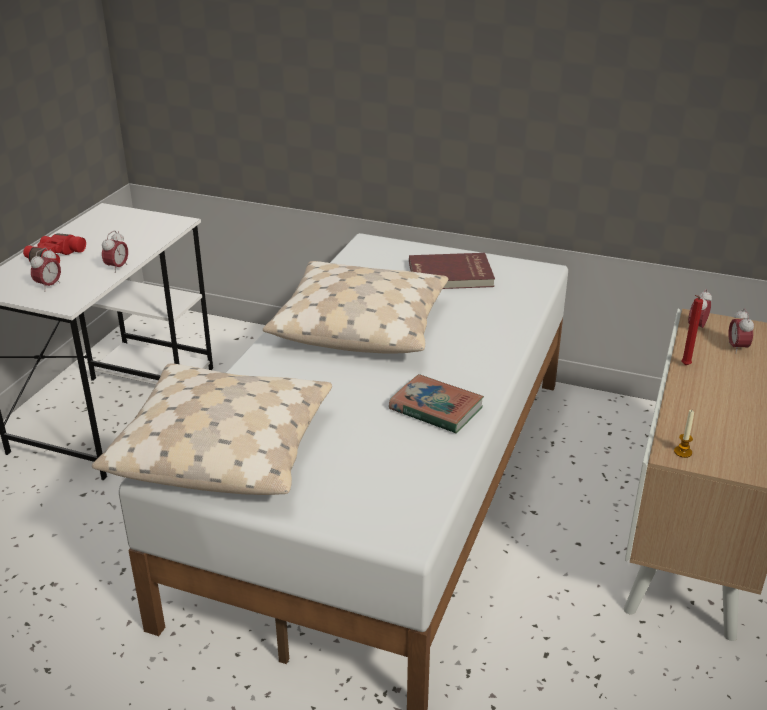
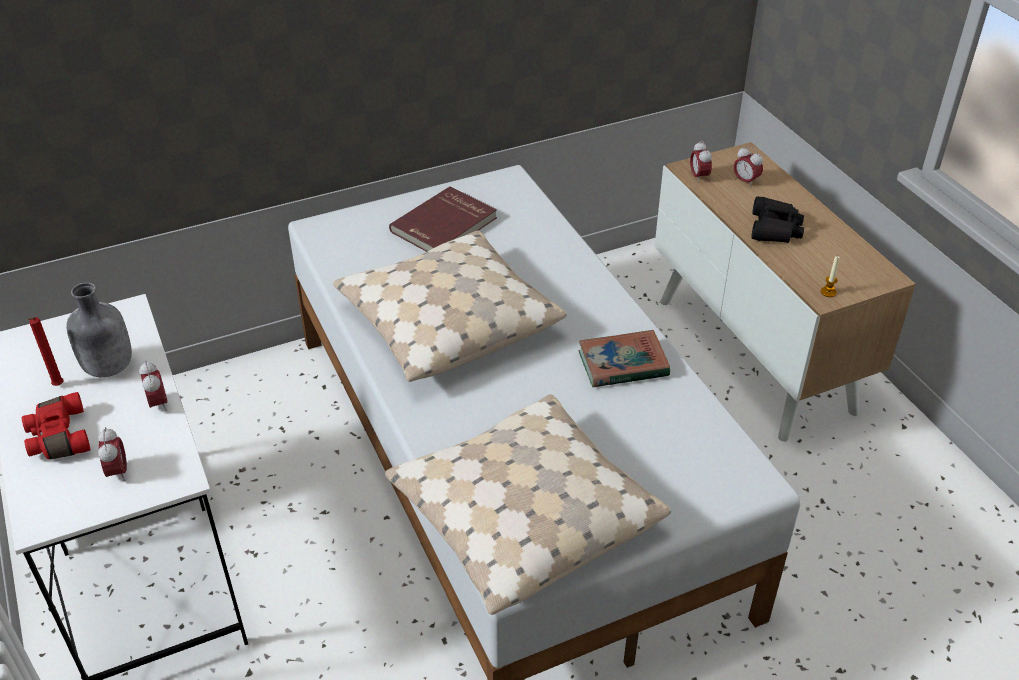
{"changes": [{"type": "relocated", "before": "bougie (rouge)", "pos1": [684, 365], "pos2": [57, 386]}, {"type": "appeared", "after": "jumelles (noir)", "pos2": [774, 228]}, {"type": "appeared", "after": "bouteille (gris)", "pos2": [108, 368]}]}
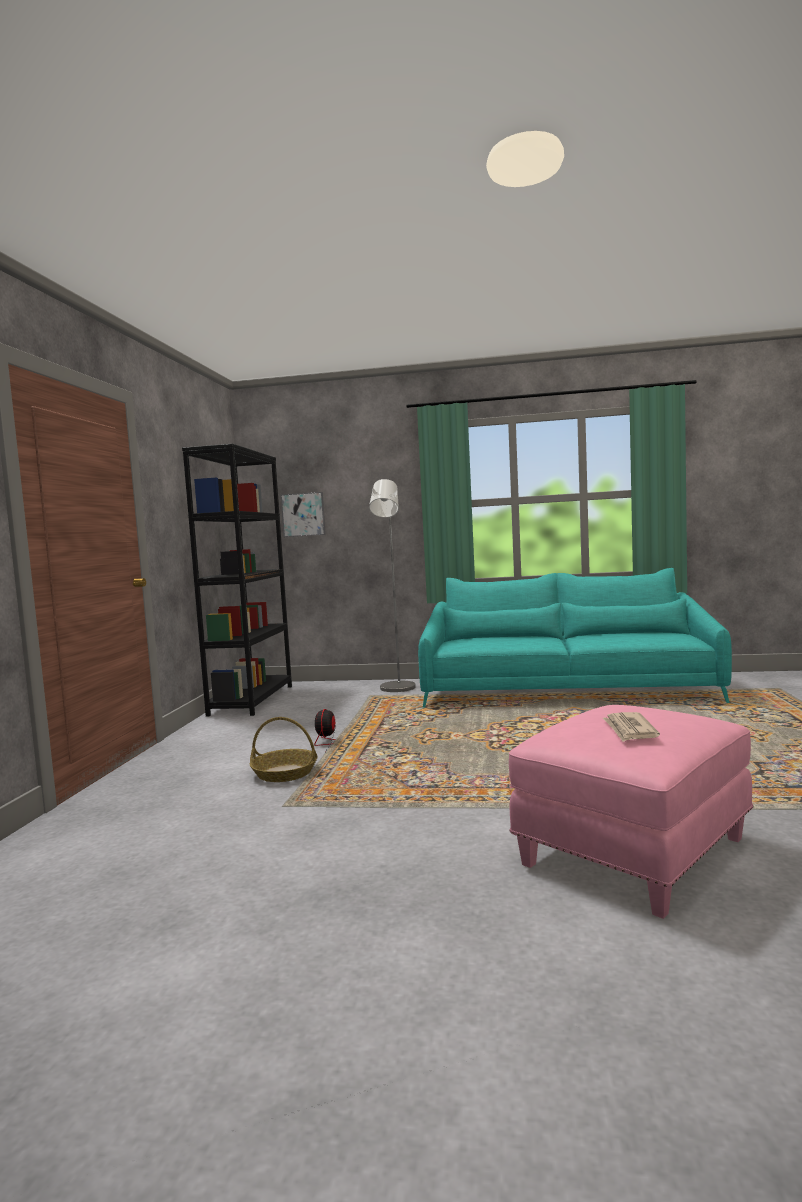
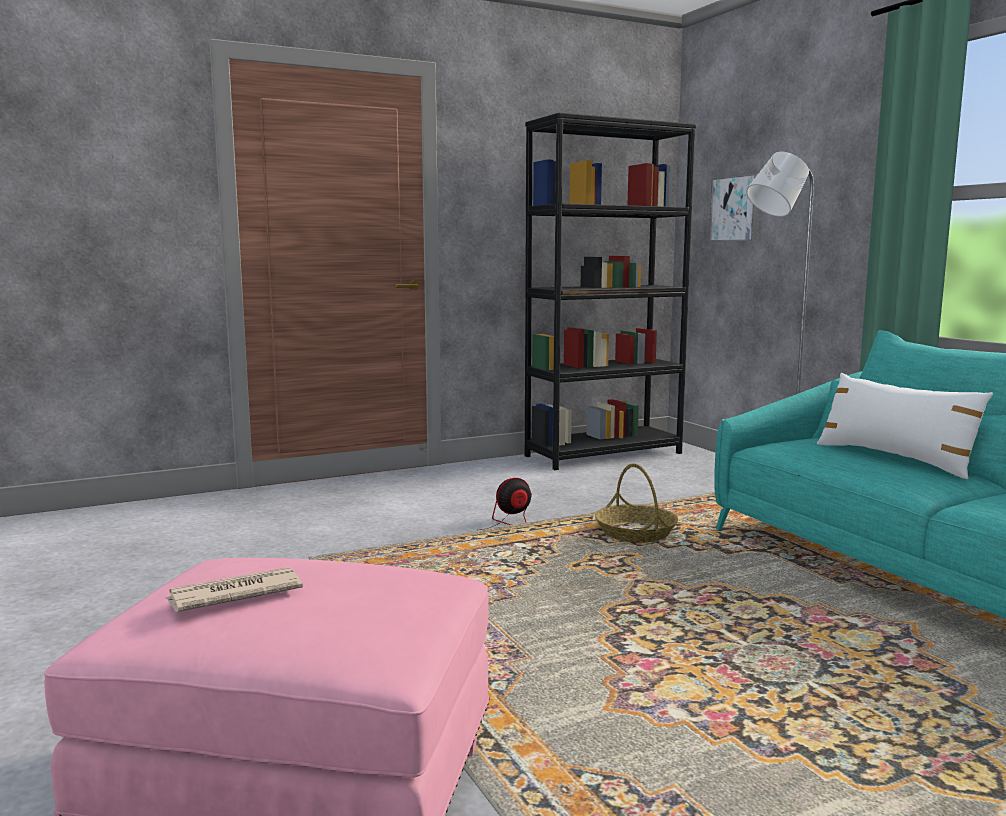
{"changes": [{"type": "relocated", "before": "panier", "pos1": [285, 773], "pos2": [636, 533]}, {"type": "appeared", "after": "coussin (blanc)", "pos2": [894, 459]}]}
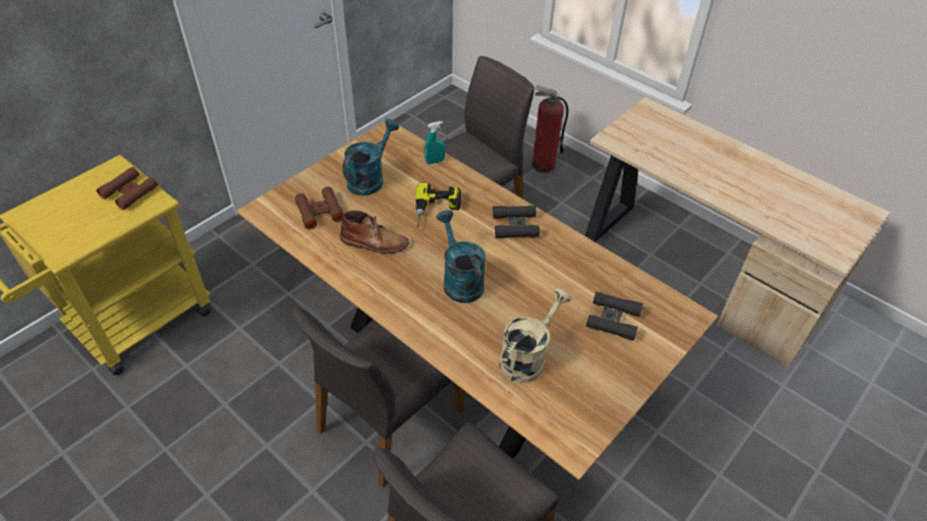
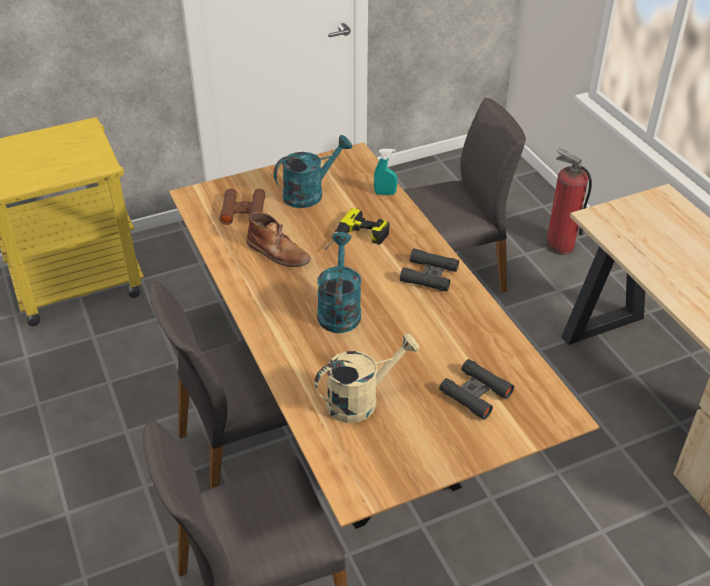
{"changes": [{"type": "missing", "before": "jumelles (marron)", "pos1": [129, 192]}]}
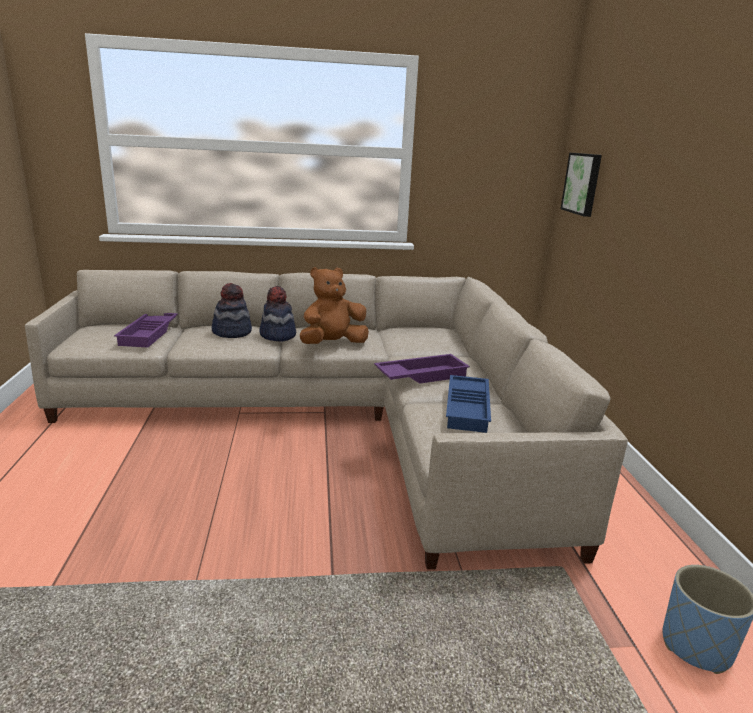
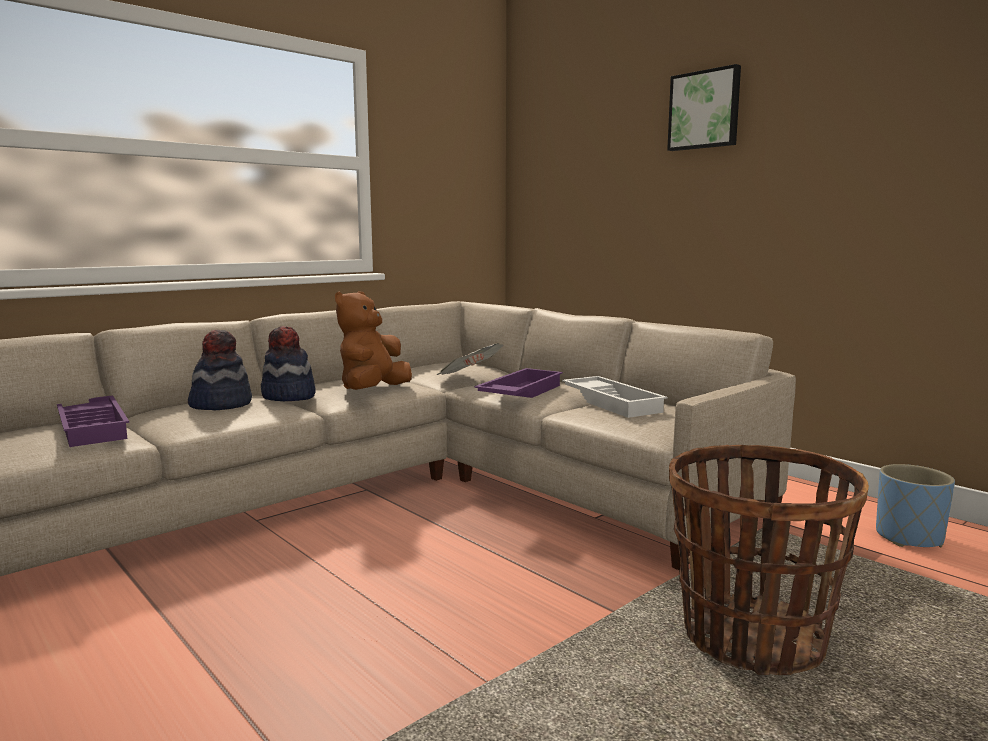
{"changes": [{"type": "relocated", "before": "tableau", "pos1": [583, 183], "pos2": [705, 110]}, {"type": "colour", "before": "plateau (bleu)", "after": "plateau (blanc)", "pos1": [469, 409], "pos2": [613, 403]}, {"type": "appeared", "after": "journal", "pos2": [469, 378]}, {"type": "appeared", "after": "panier", "pos2": [751, 638]}]}
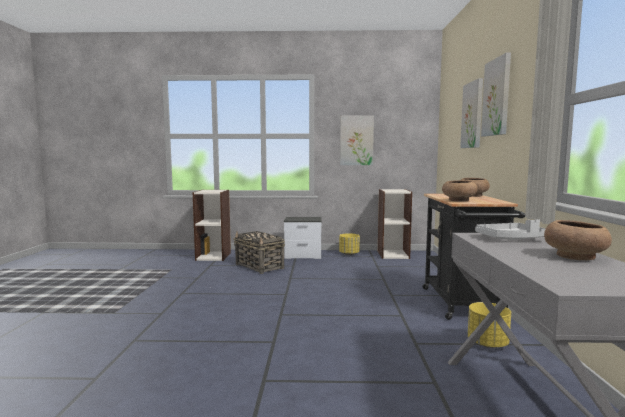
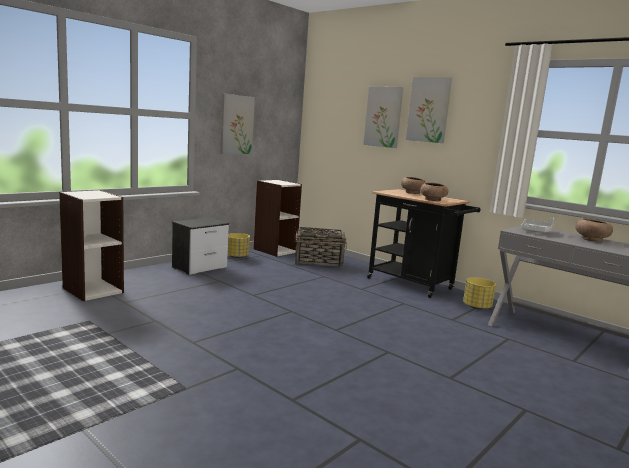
{"changes": [{"type": "relocated", "before": "panier", "pos1": [259, 266], "pos2": [319, 262]}]}
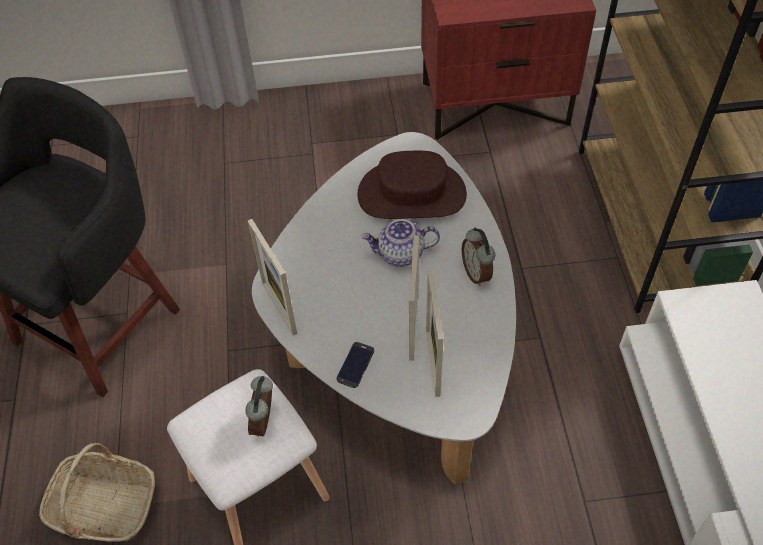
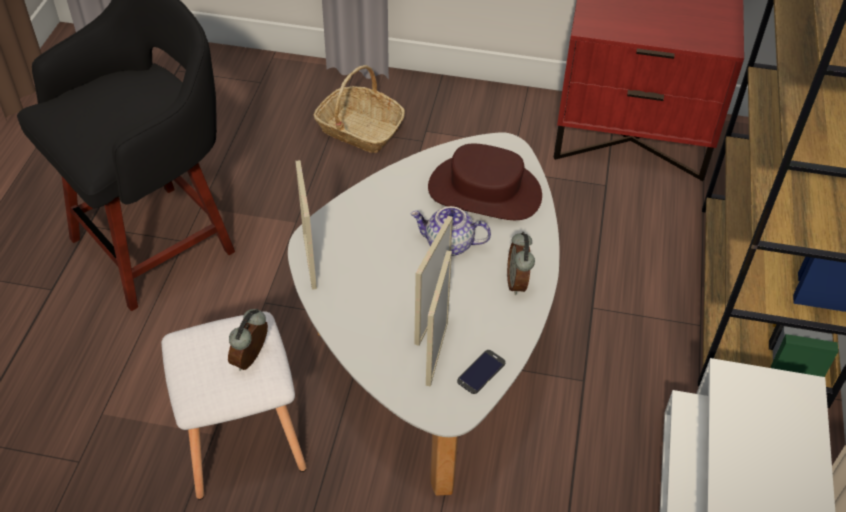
{"changes": [{"type": "relocated", "before": "téléphone", "pos1": [355, 365], "pos2": [481, 372]}, {"type": "relocated", "before": "panier", "pos1": [104, 506], "pos2": [359, 129]}]}
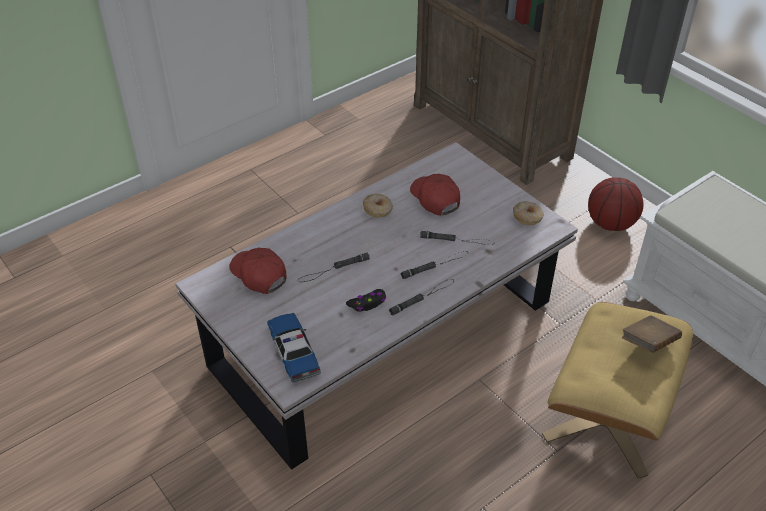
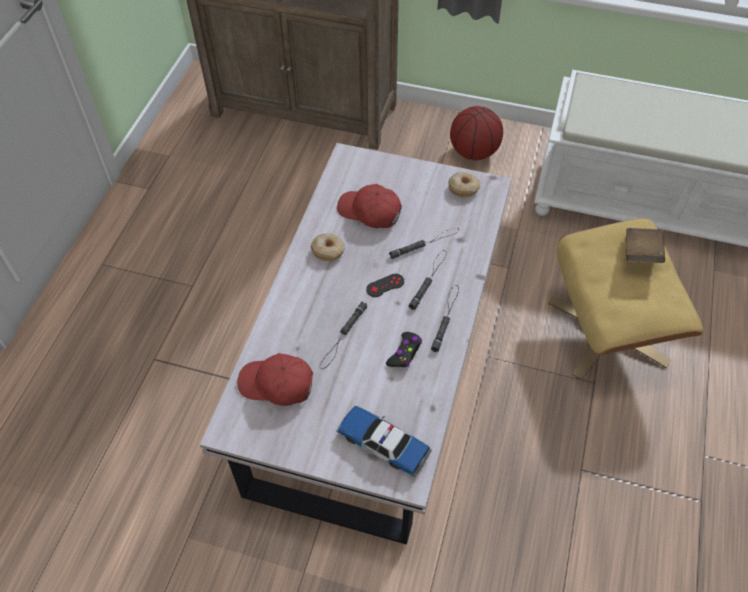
{"changes": [{"type": "appeared", "after": "manette (noir)", "pos2": [385, 285]}]}
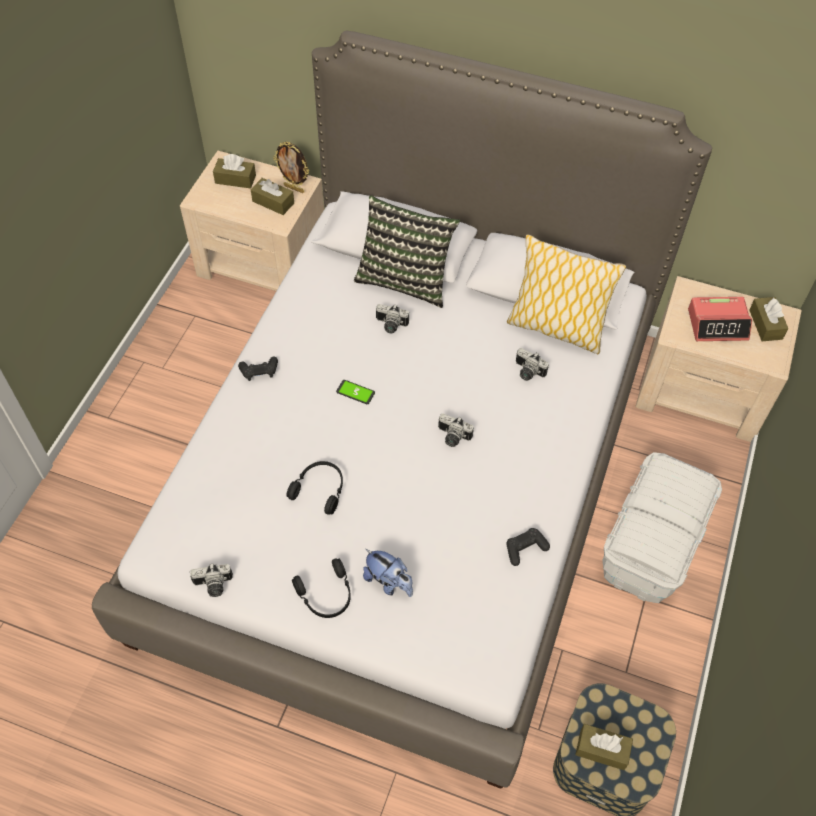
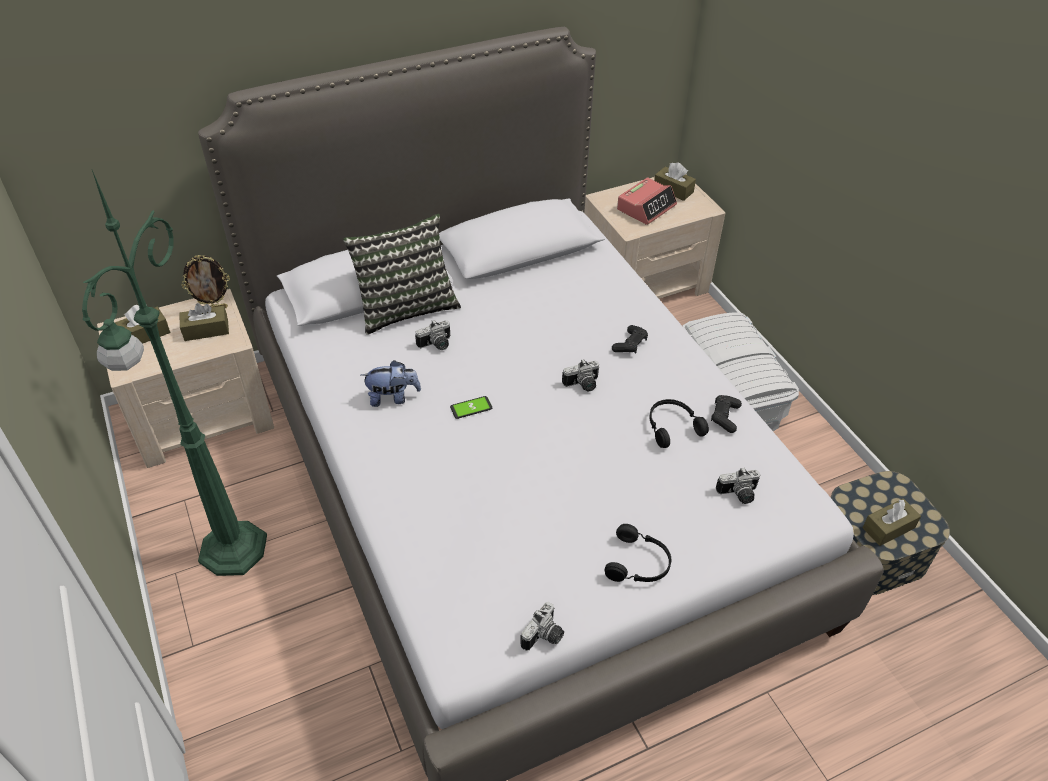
{"changes": [{"type": "missing", "before": "coussin", "pos1": [556, 328]}, {"type": "relocated", "before": "appareil photo", "pos1": [527, 372], "pos2": [738, 495]}, {"type": "relocated", "before": "manette (noir)", "pos1": [259, 371], "pos2": [630, 344]}, {"type": "relocated", "before": "casque audio (noir)", "pos1": [320, 489], "pos2": [672, 427]}, {"type": "relocated", "before": "peluche", "pos1": [389, 582], "pos2": [393, 397]}, {"type": "appeared", "after": "lampadaire (vert)", "pos2": [231, 552]}]}
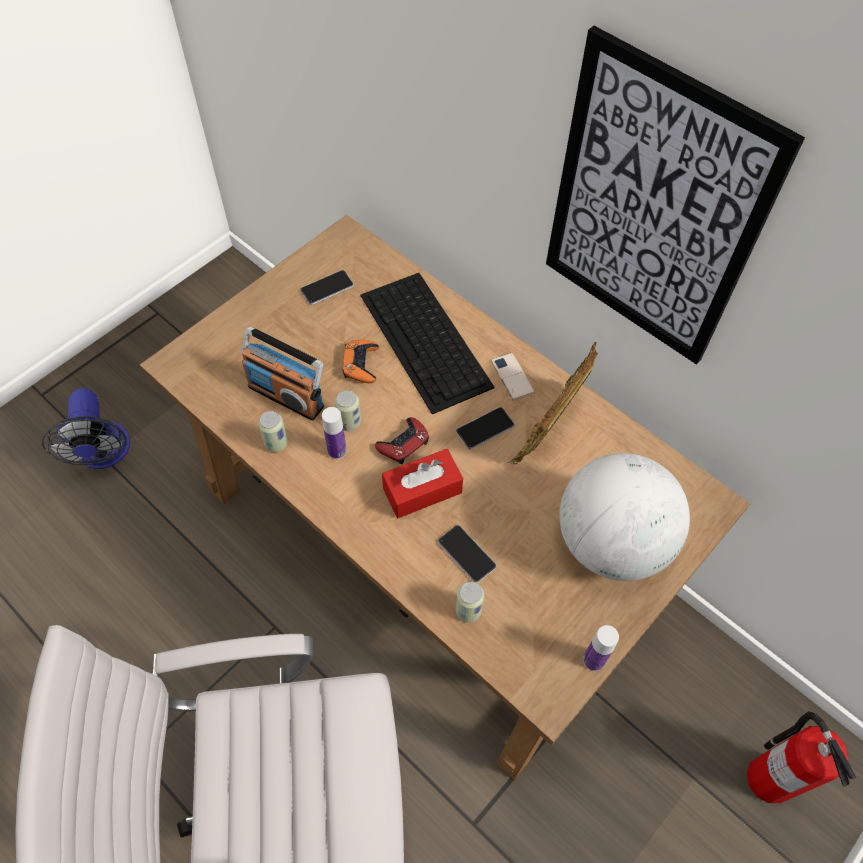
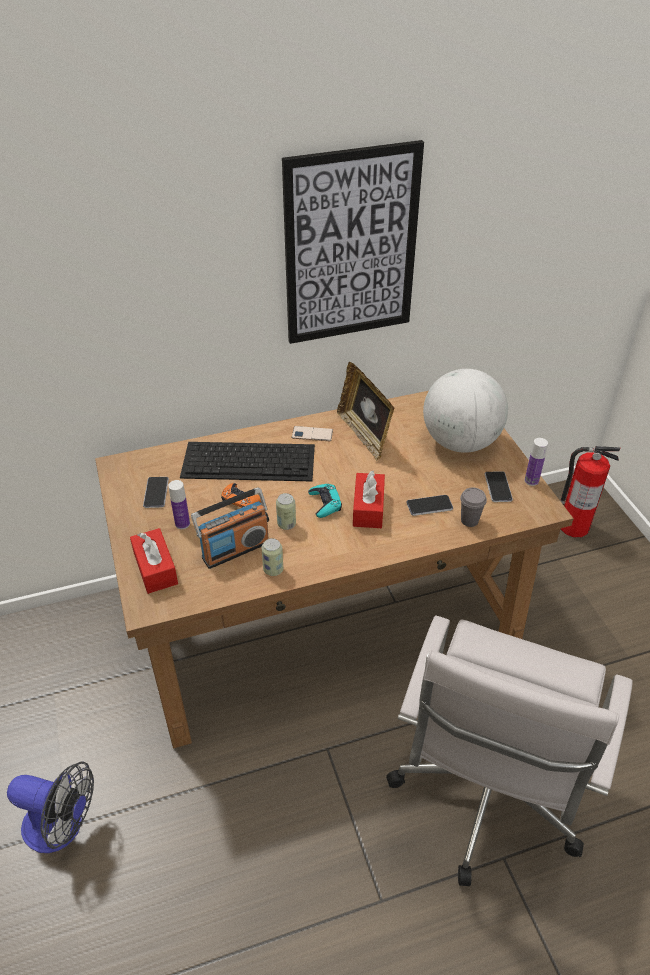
{"changes": [{"type": "relocated", "before": "bouteille", "pos1": [337, 451], "pos2": [182, 524]}, {"type": "relocated", "before": "téléphone", "pos1": [485, 428], "pos2": [498, 487]}, {"type": "colour", "before": "manette (rouge)", "after": "manette (turquoise)", "pos1": [403, 443], "pos2": [325, 503]}, {"type": "exchanged", "before": "boîte métallique", "after": "tasse (gris)", "pos1": [468, 610], "pos2": [469, 520]}, {"type": "appeared", "after": "boîte à mouchoirs (rouge)", "pos2": [155, 568]}]}
